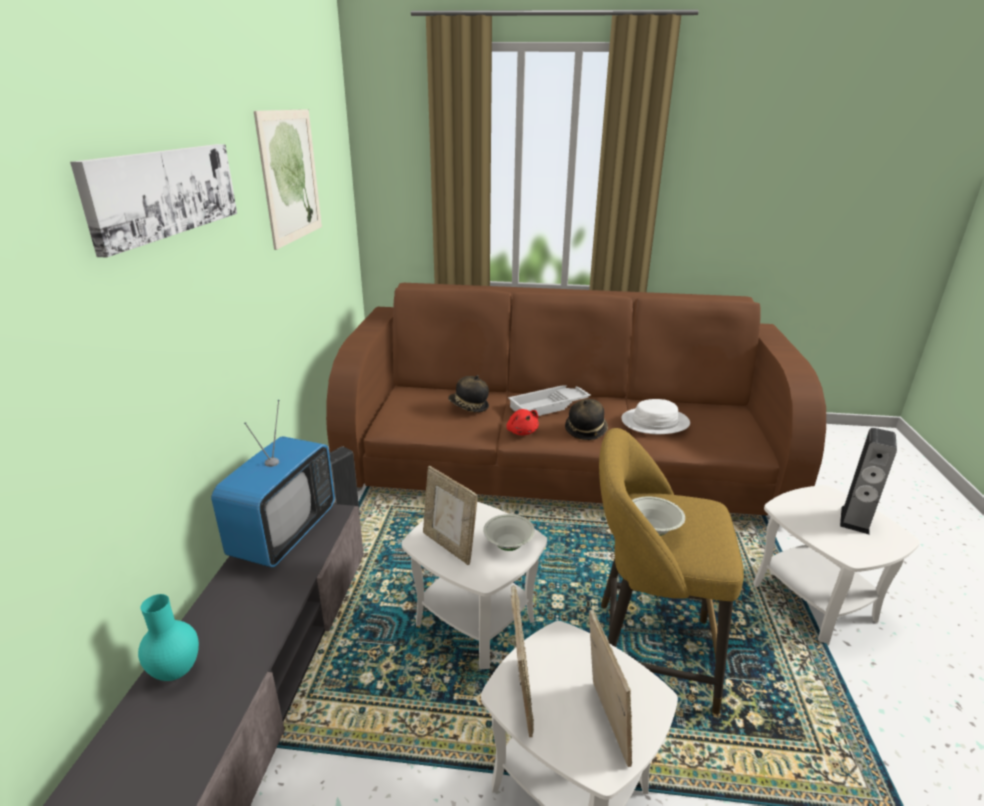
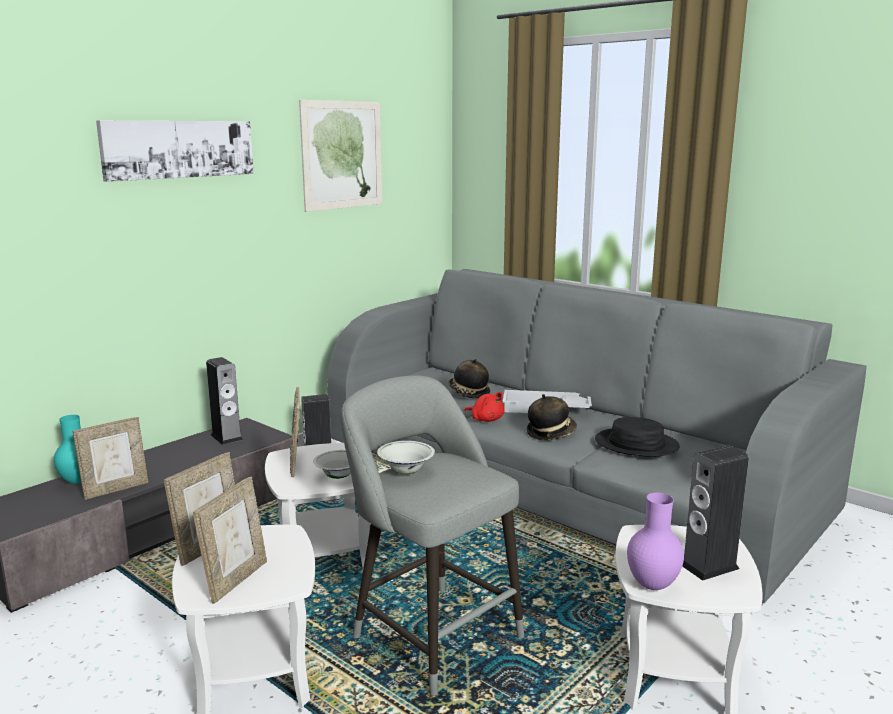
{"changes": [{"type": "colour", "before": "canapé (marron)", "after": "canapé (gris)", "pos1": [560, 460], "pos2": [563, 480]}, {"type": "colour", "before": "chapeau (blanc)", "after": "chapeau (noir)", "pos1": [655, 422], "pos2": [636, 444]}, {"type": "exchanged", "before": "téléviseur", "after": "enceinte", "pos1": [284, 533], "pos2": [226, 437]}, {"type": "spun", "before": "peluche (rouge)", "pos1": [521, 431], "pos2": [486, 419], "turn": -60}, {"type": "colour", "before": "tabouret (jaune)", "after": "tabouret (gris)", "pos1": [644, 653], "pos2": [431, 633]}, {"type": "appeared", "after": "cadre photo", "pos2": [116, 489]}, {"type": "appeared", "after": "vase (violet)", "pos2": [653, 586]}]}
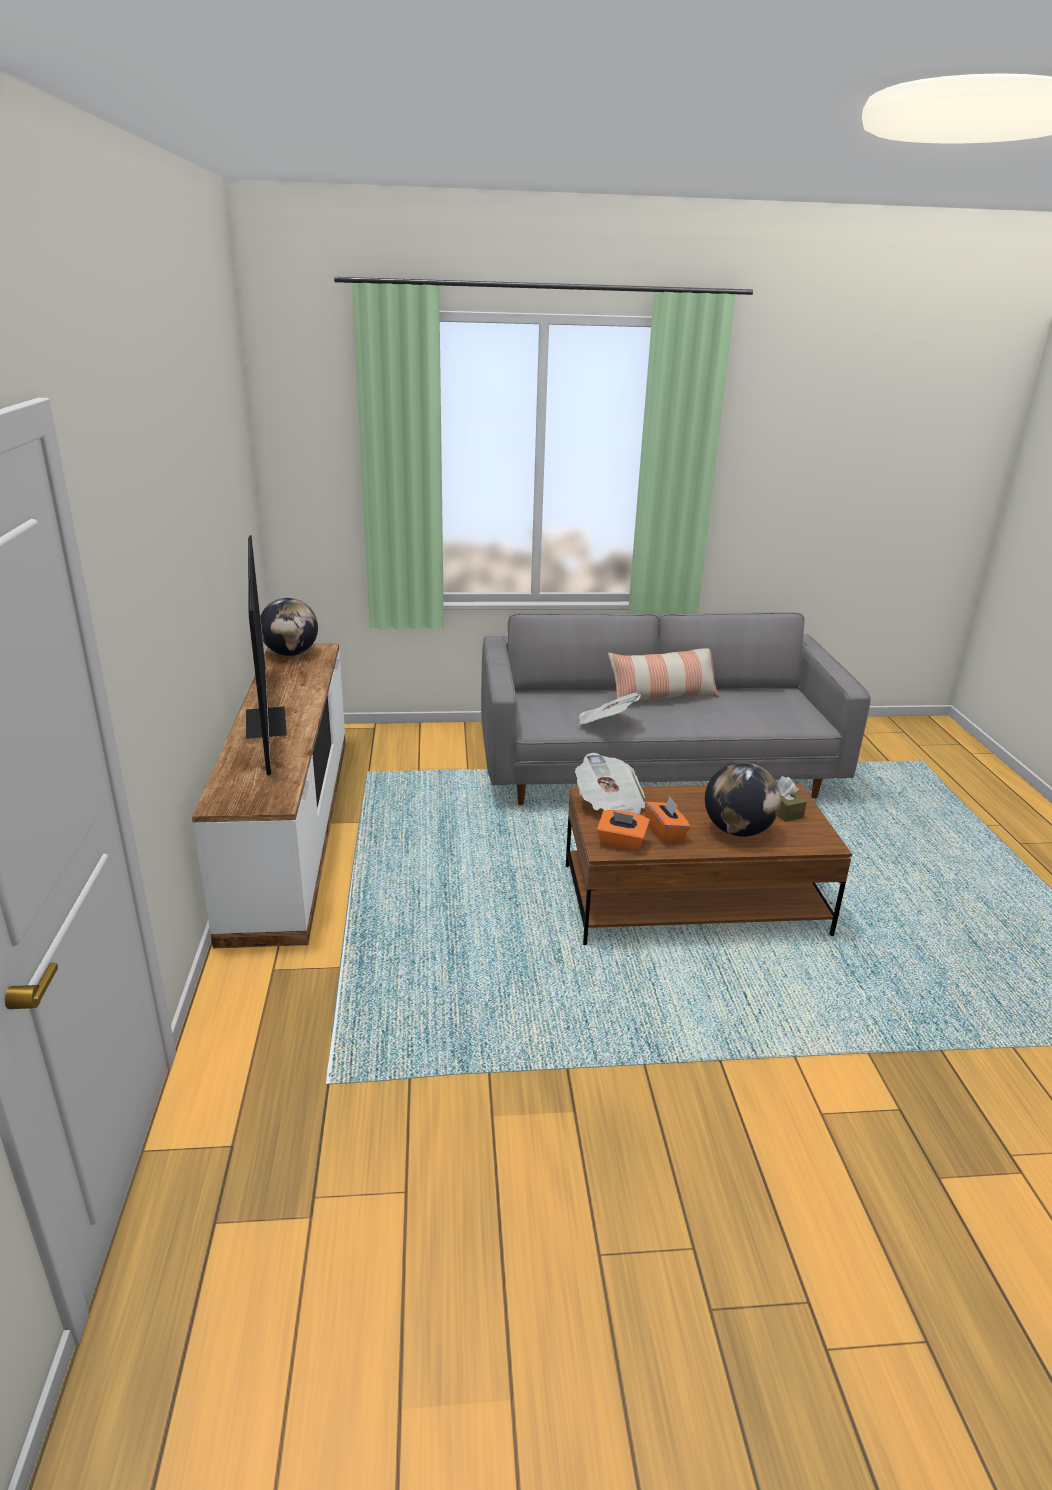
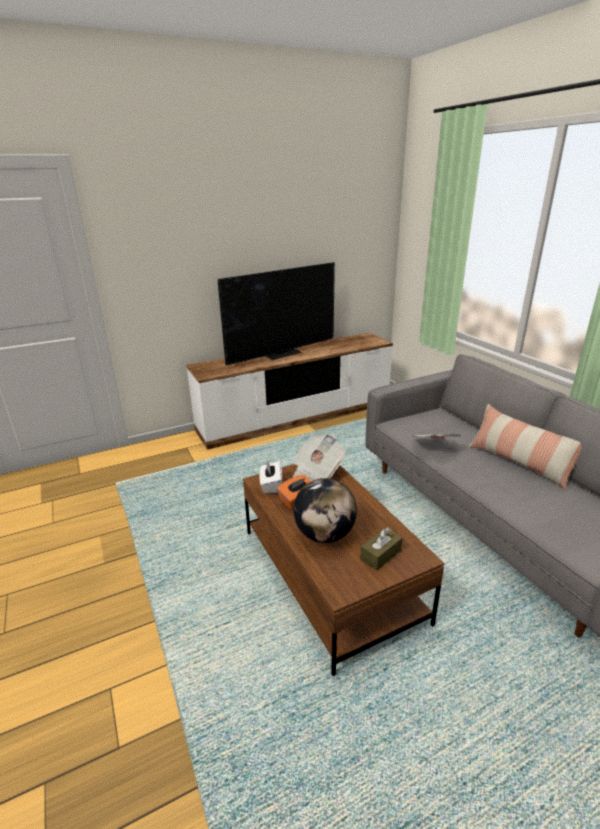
{"changes": [{"type": "missing", "before": "globe", "pos1": [291, 653]}, {"type": "colour", "before": "boîte à mouchoirs (orange)", "after": "boîte à mouchoirs (blanc)", "pos1": [621, 843], "pos2": [271, 485]}]}
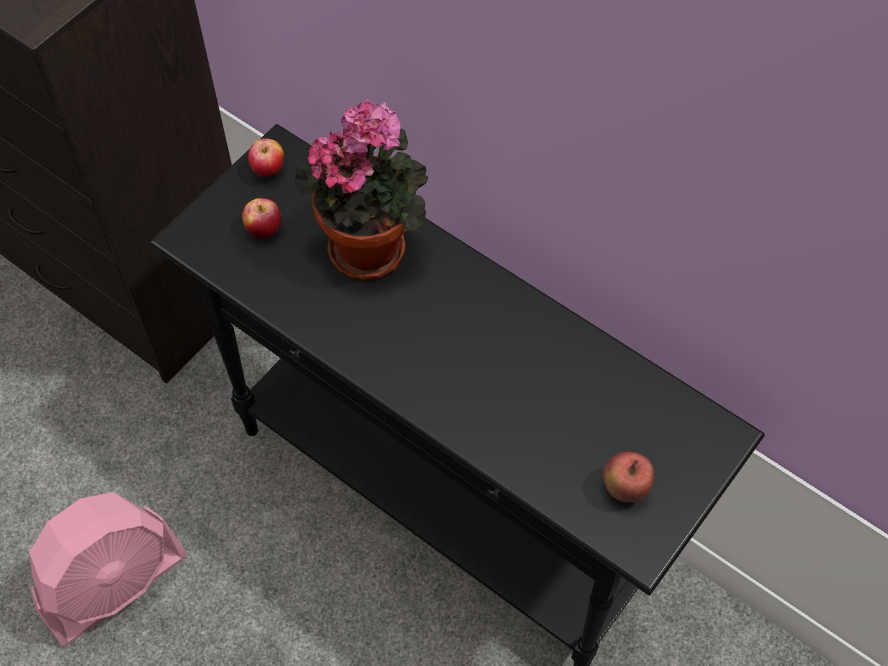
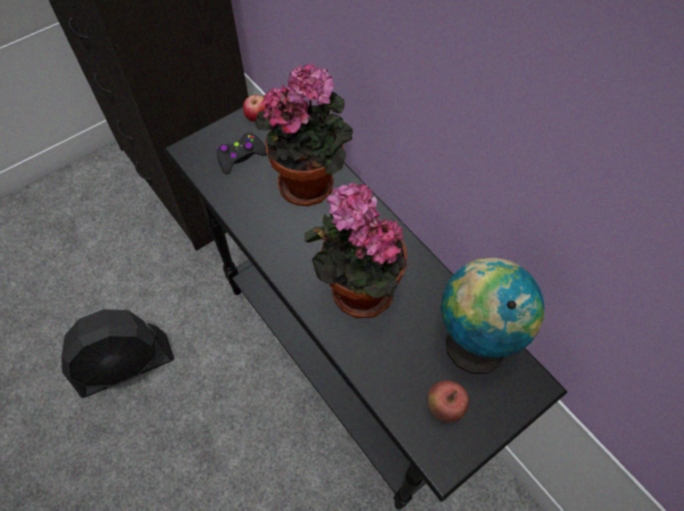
{"changes": [{"type": "exchanged", "before": "pomme", "after": "manette (noir)", "pos1": [264, 230], "pos2": [241, 157]}, {"type": "colour", "before": "ventilateur (rose)", "after": "ventilateur (noir)", "pos1": [114, 583], "pos2": [126, 365]}, {"type": "appeared", "after": "plante en pot", "pos2": [356, 290]}, {"type": "appeared", "after": "globe", "pos2": [473, 341]}]}
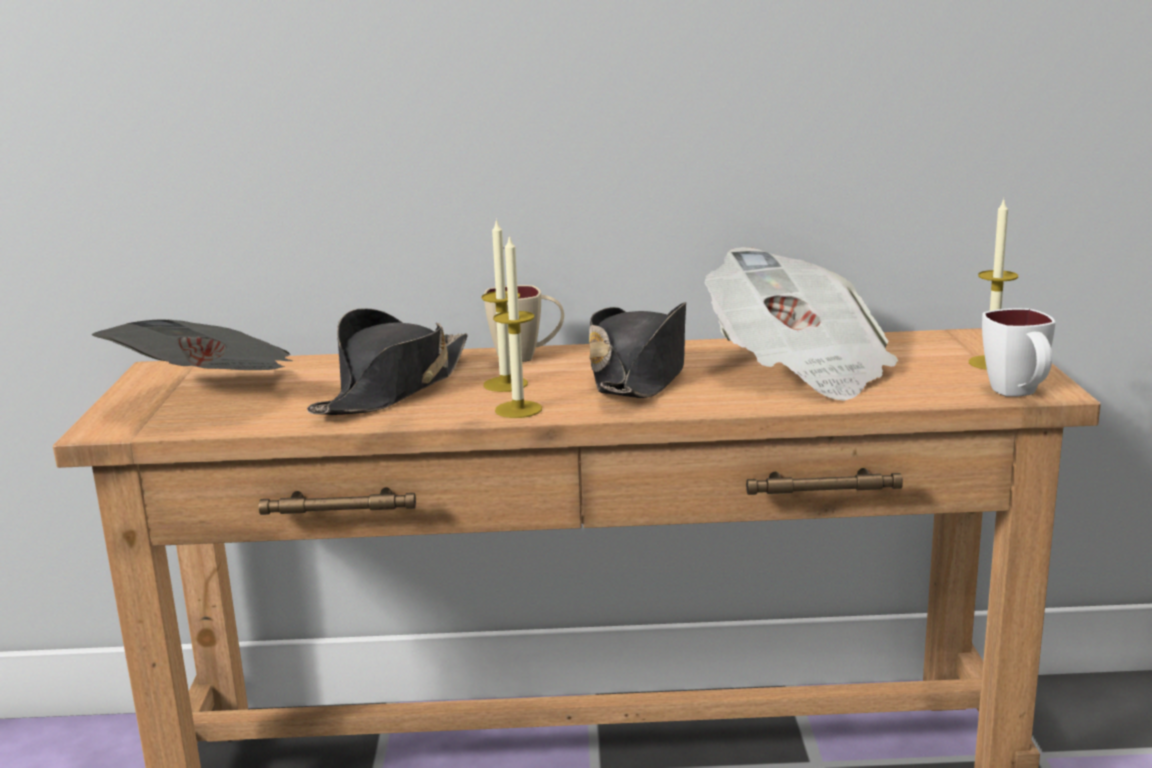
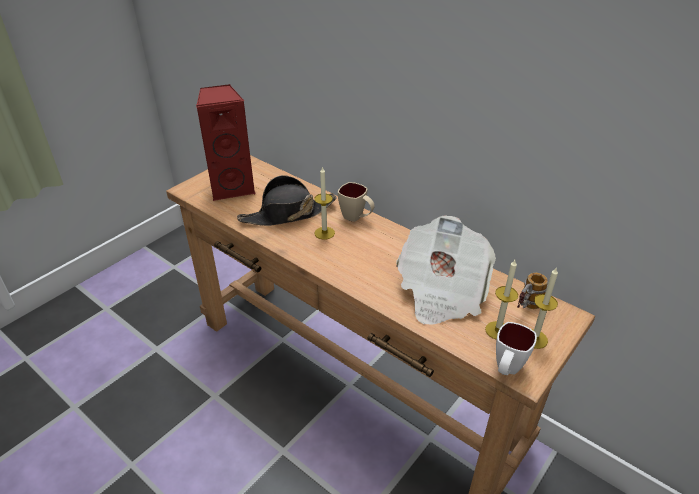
{"changes": [{"type": "relocated", "before": "bougie", "pos1": [518, 409], "pos2": [497, 330]}, {"type": "missing", "before": "chapeau (noir)", "pos1": [639, 375]}, {"type": "exchanged", "before": "journal", "after": "enceinte (rouge)", "pos1": [211, 398], "pos2": [232, 188]}, {"type": "appeared", "after": "mug", "pos2": [526, 307]}]}
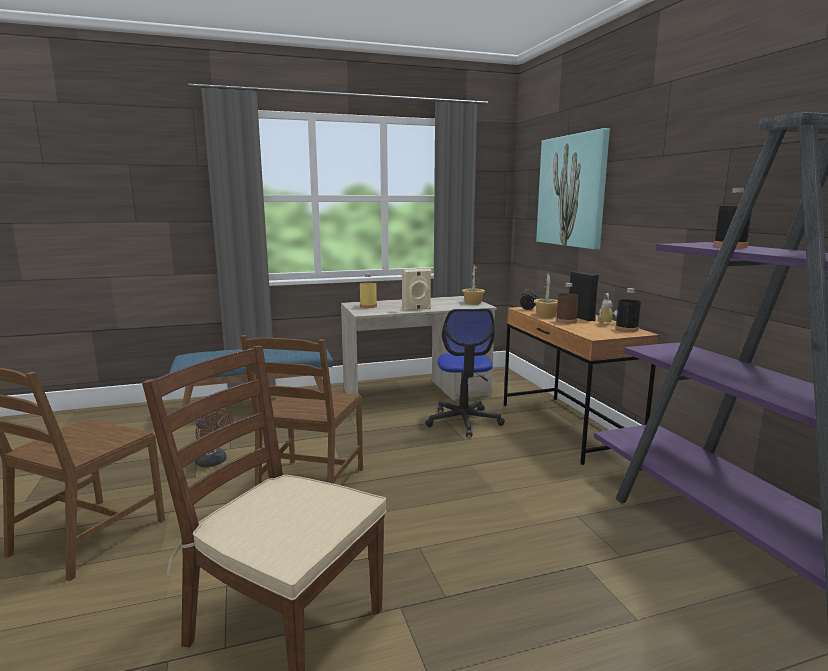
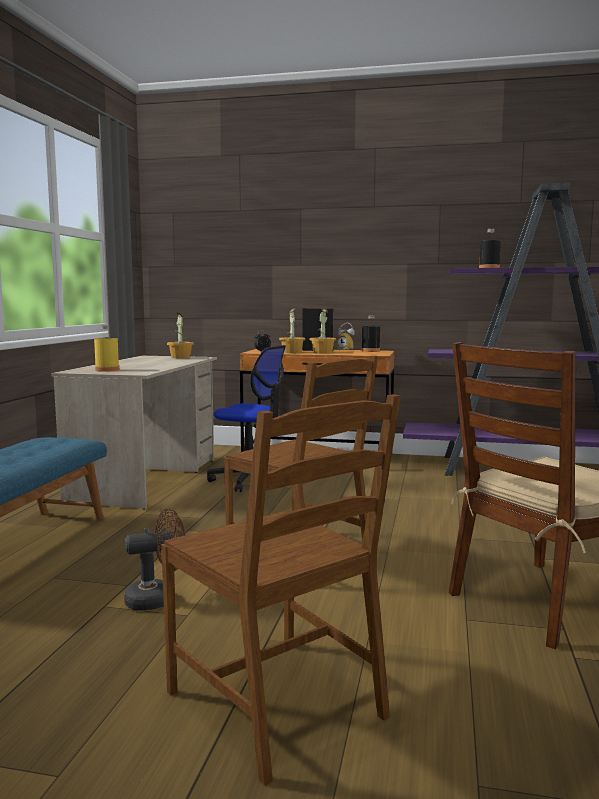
{"changes": [{"type": "missing", "before": "tableau", "pos1": [572, 191]}, {"type": "missing", "before": "enceinte (beige)", "pos1": [416, 309]}, {"type": "exchanged", "before": "bouteille (marron)", "after": "plante en pot", "pos1": [566, 321], "pos2": [322, 352]}]}
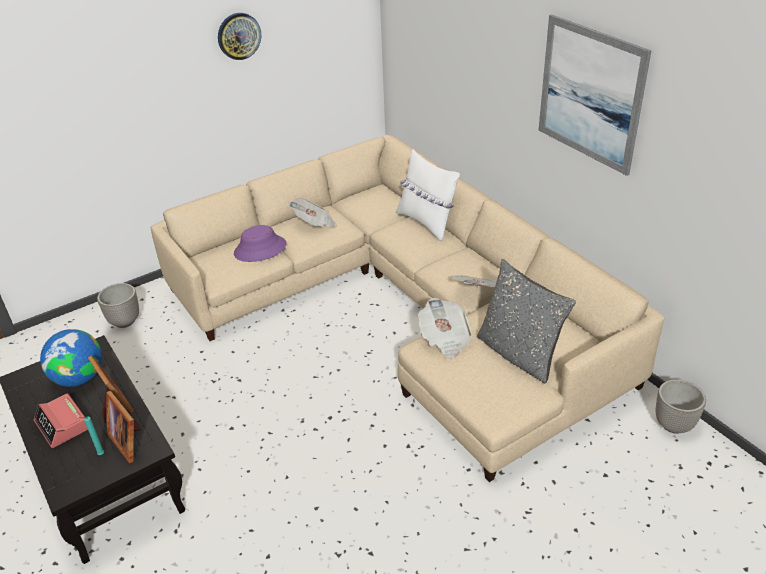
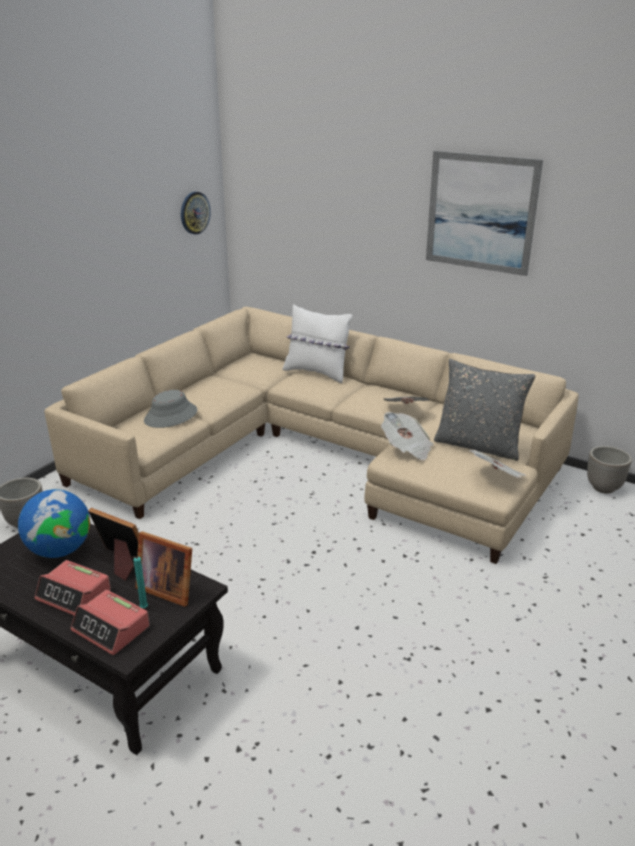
{"changes": [{"type": "relocated", "before": "horloge murale", "pos1": [239, 36], "pos2": [194, 213]}, {"type": "relocated", "before": "journal", "pos1": [314, 224], "pos2": [497, 477]}, {"type": "colour", "before": "chapeau (violet)", "after": "chapeau (gris)", "pos1": [260, 249], "pos2": [171, 416]}, {"type": "appeared", "after": "réveil", "pos2": [111, 629]}]}
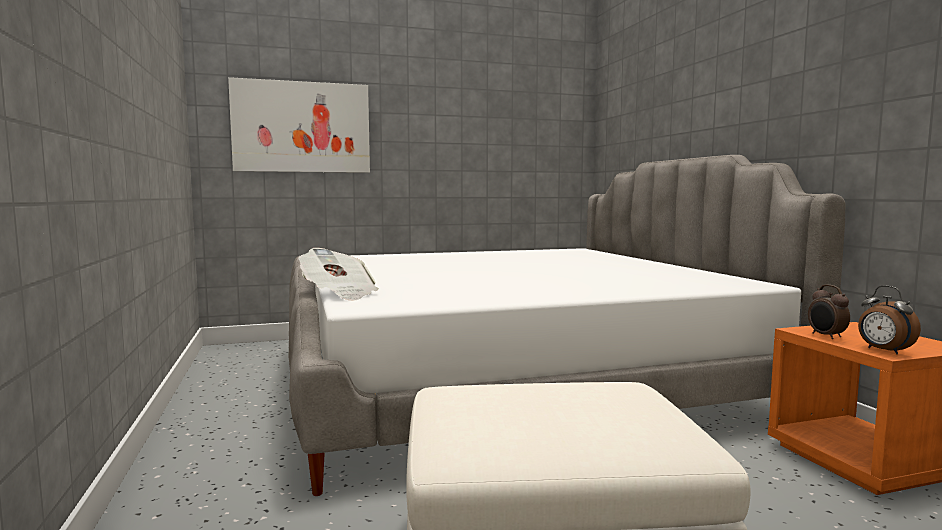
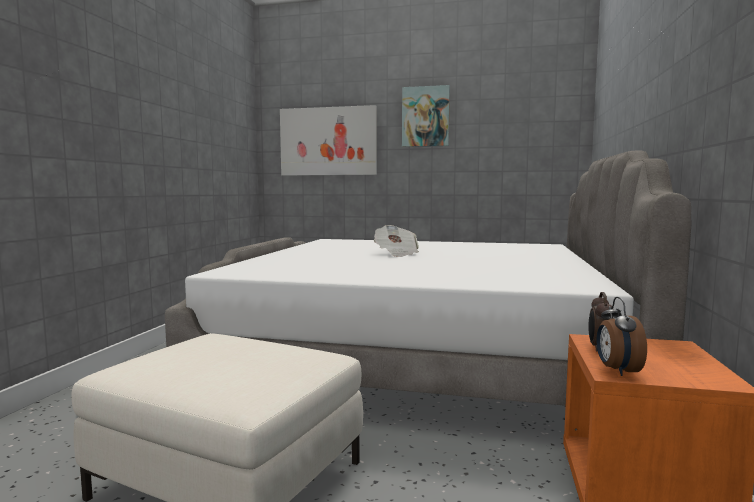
{"changes": [{"type": "relocated", "before": "journal", "pos1": [339, 294], "pos2": [396, 254]}, {"type": "appeared", "after": "tableau", "pos2": [425, 116]}]}
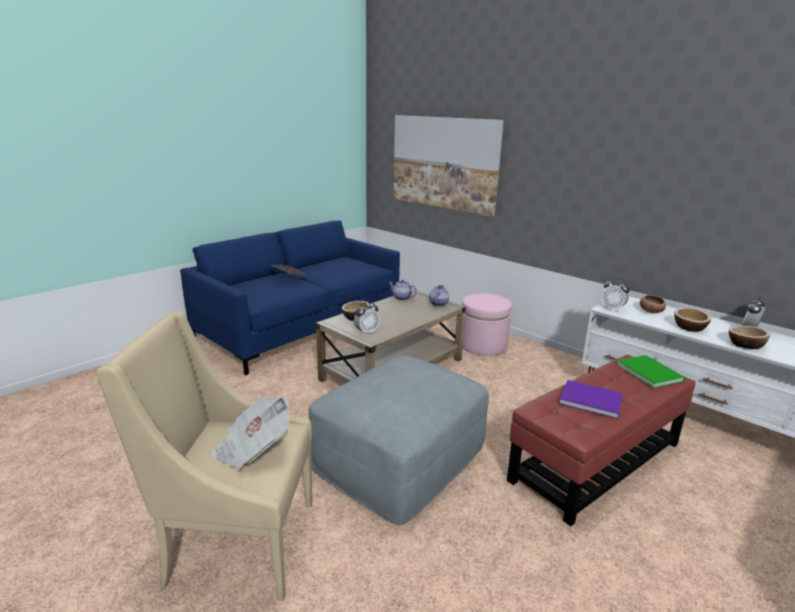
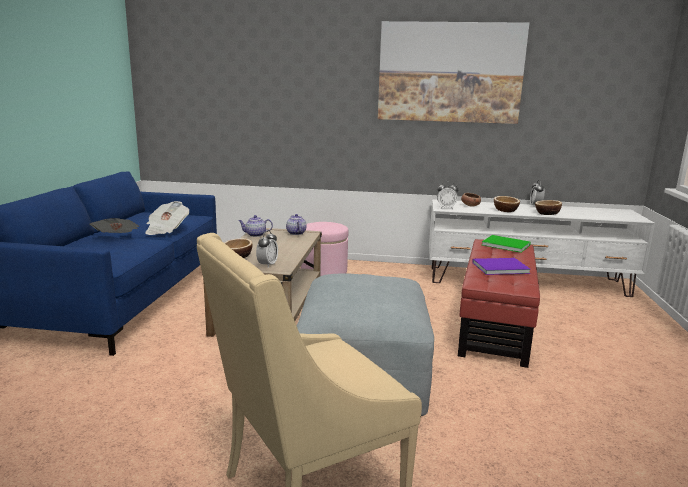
{"changes": [{"type": "relocated", "before": "tableau", "pos1": [444, 163], "pos2": [450, 73]}, {"type": "relocated", "before": "journal", "pos1": [252, 449], "pos2": [166, 230]}]}
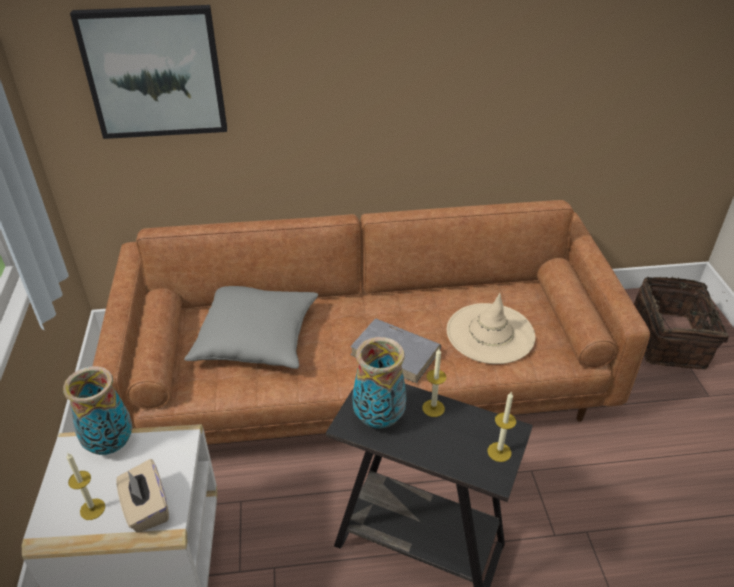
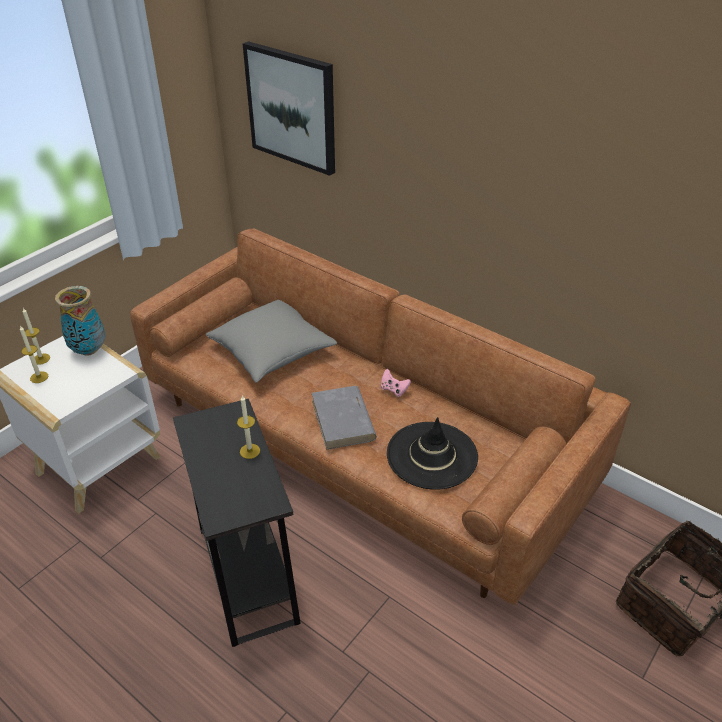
{"changes": [{"type": "colour", "before": "chapeau (beige)", "after": "chapeau (noir)", "pos1": [490, 333], "pos2": [432, 455]}, {"type": "missing", "before": "vase", "pos1": [379, 419]}, {"type": "relocated", "before": "bougie", "pos1": [499, 452], "pos2": [41, 359]}, {"type": "missing", "before": "boîte à mouchoirs (beige)", "pos1": [146, 508]}, {"type": "appeared", "after": "manette (rose)", "pos2": [394, 390]}]}
